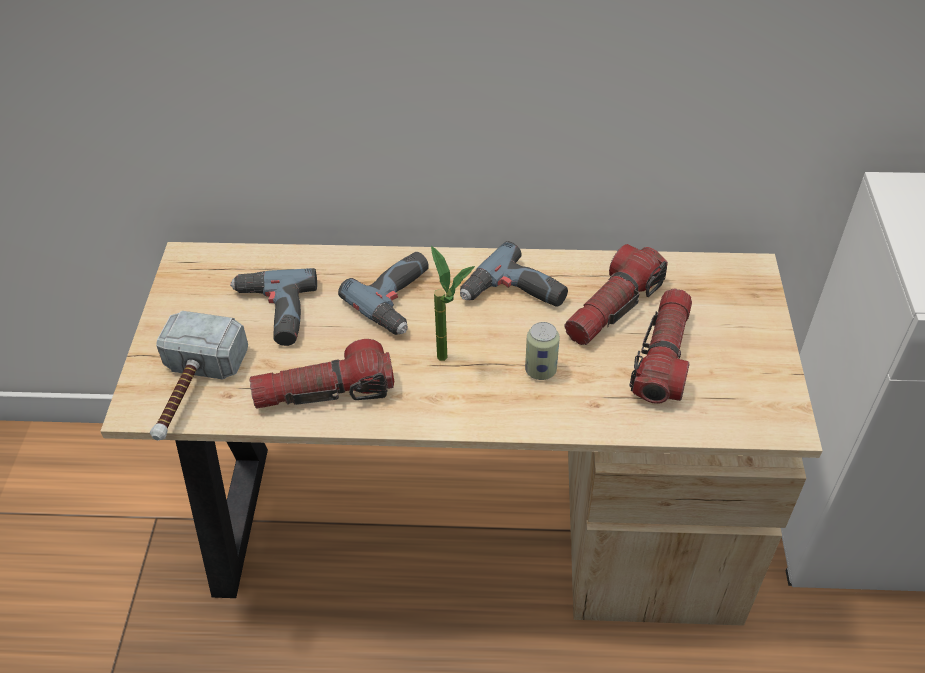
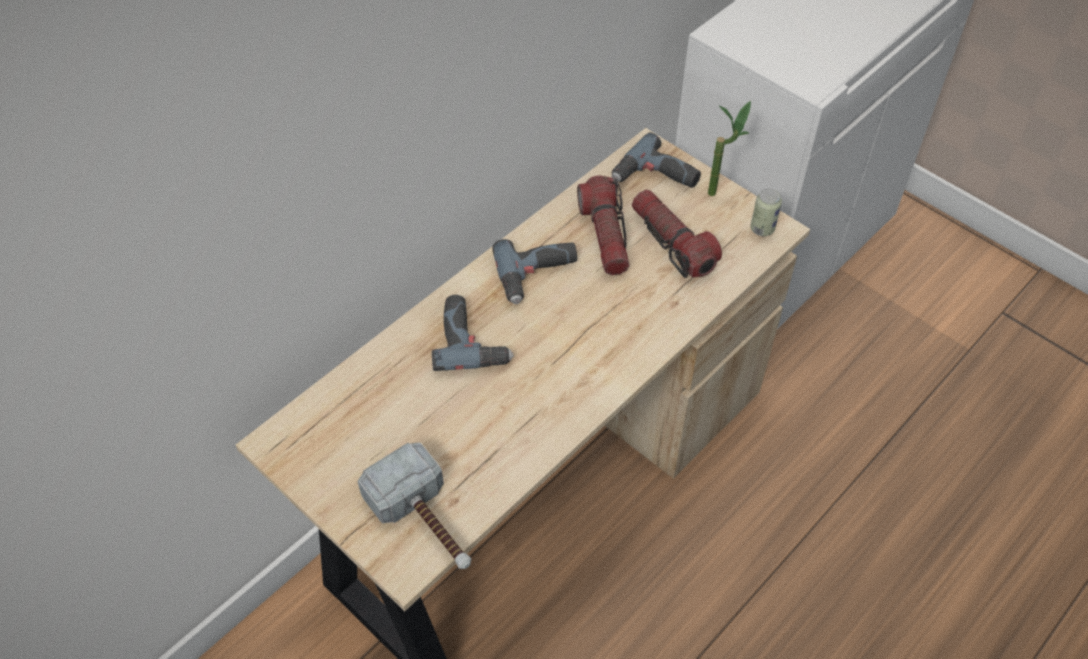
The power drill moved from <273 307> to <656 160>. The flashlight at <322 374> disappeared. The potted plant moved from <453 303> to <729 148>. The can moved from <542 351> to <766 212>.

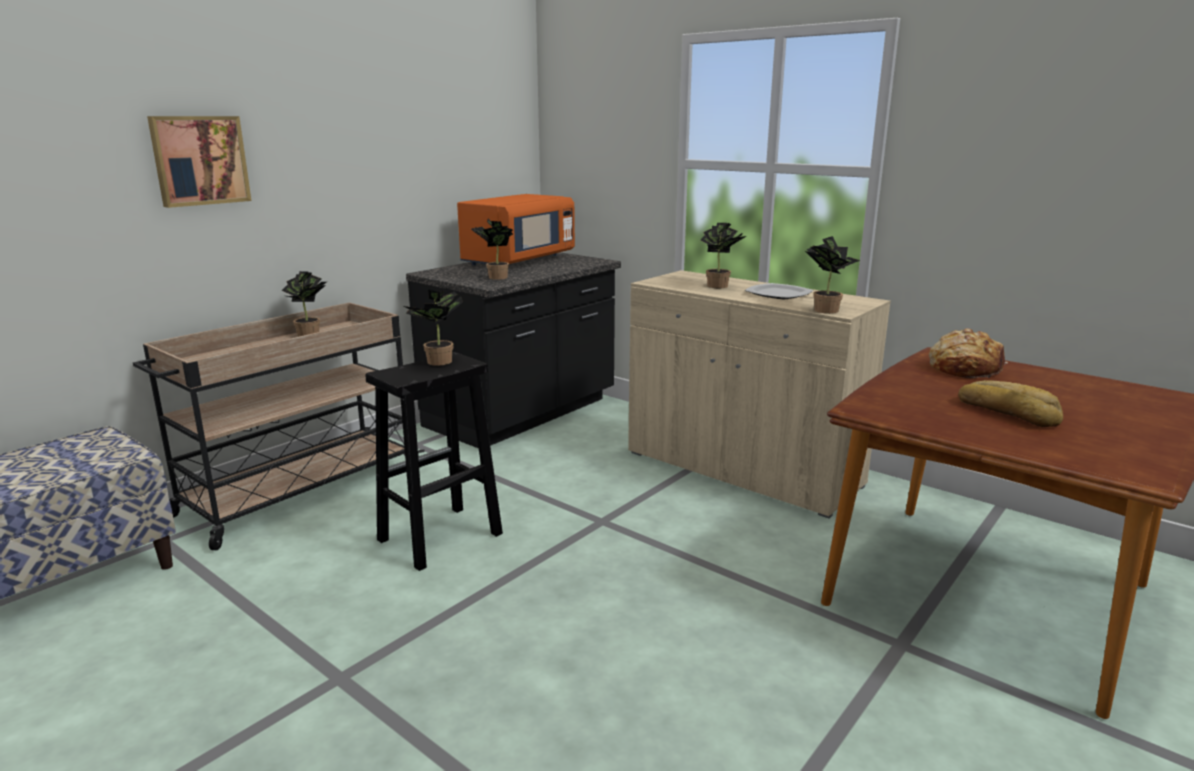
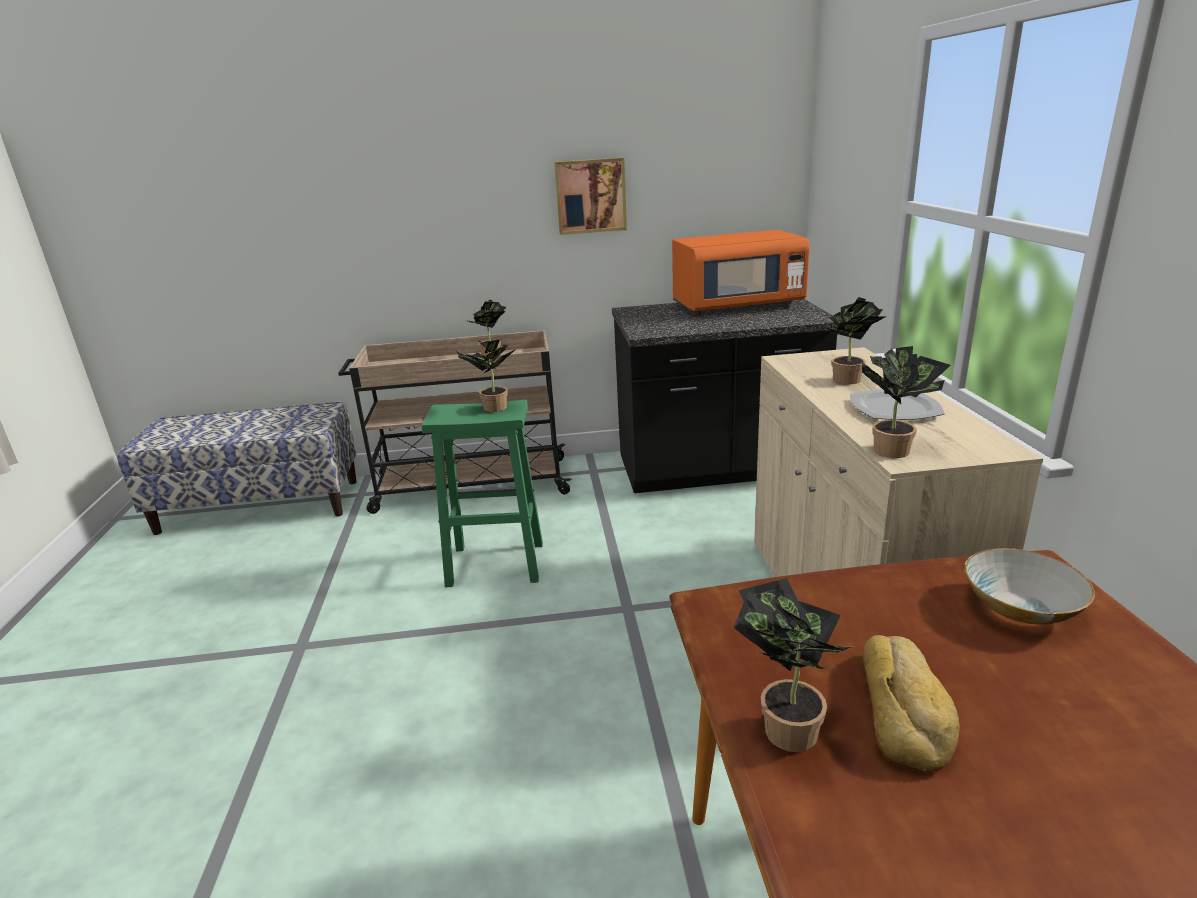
The picture moved from <199 162> to <590 196>. The black stool at <434 461> became the green stool at <482 493>. The potted plant moved from <492 249> to <792 665>. The bread at <968 353> was replaced by the bowl at <1029 586>.

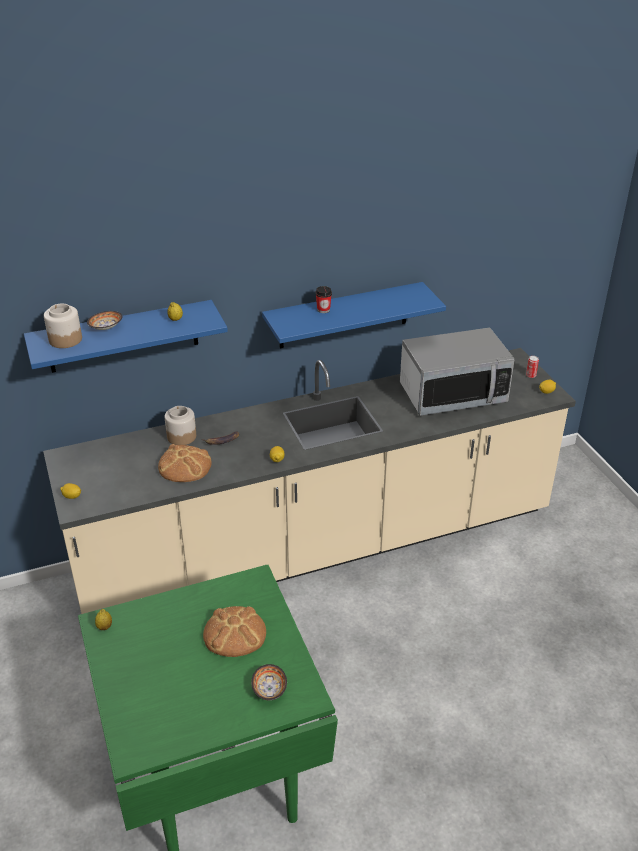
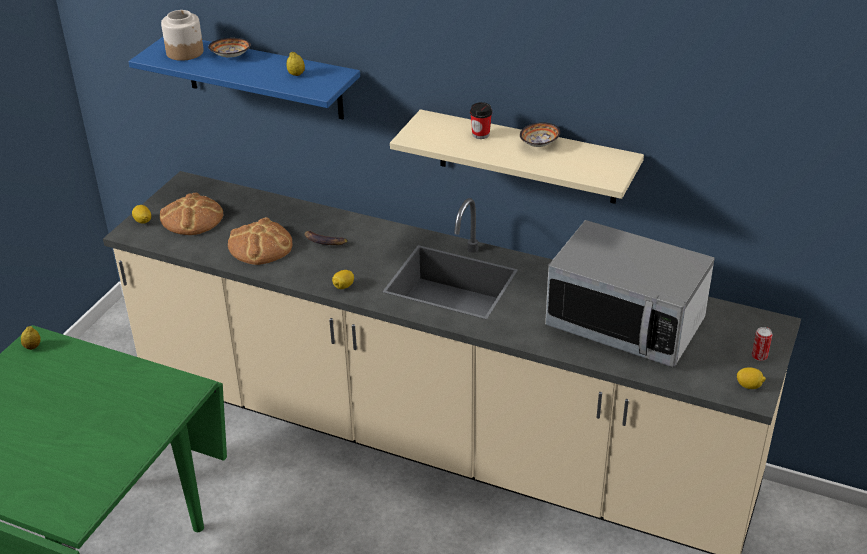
The jar at <180 425> disappeared. The bread moved from <234 631> to <192 213>. The bowl moved from <269 682> to <540 134>. The blue shelf at <354 315> became the beige shelf at <517 156>.

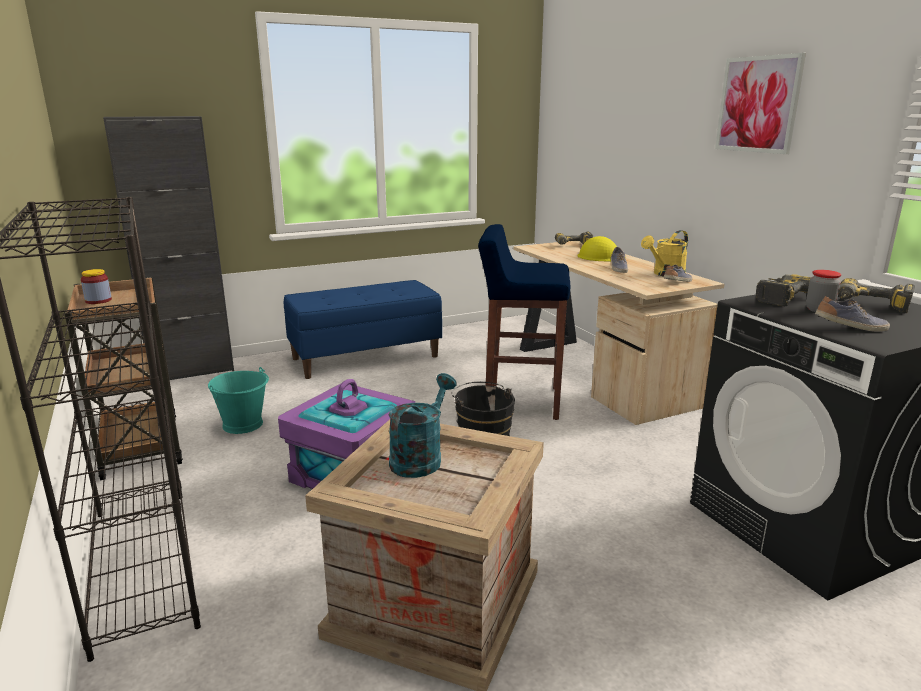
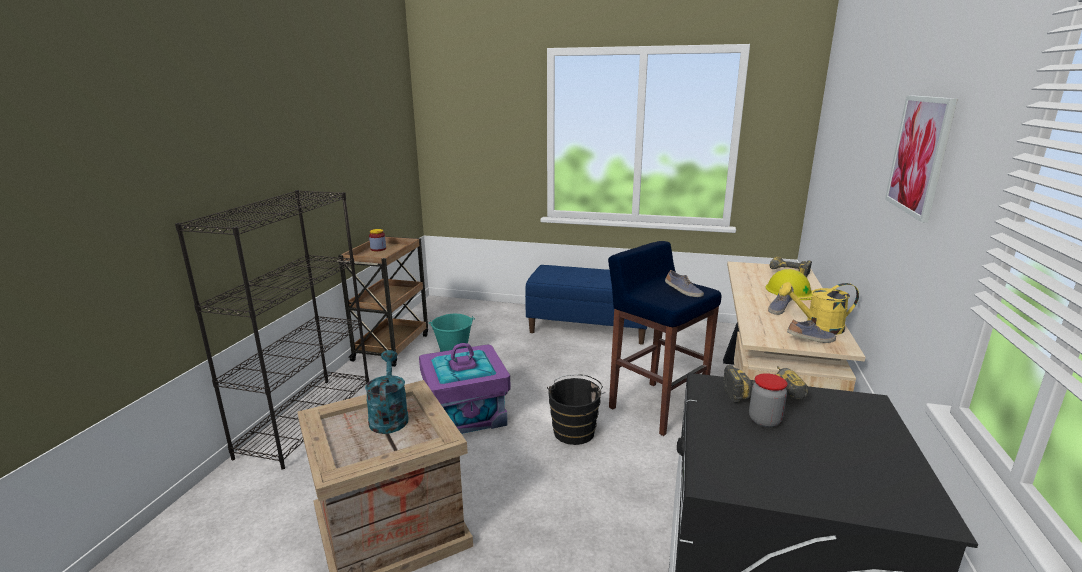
The black cabinet at <168 248> disappeared. The turquoise watering can at <423 425> turned 75 degrees counterclockwise. The shoe moved from <852 314> to <684 283>. The power drill at <877 295> disappeared.

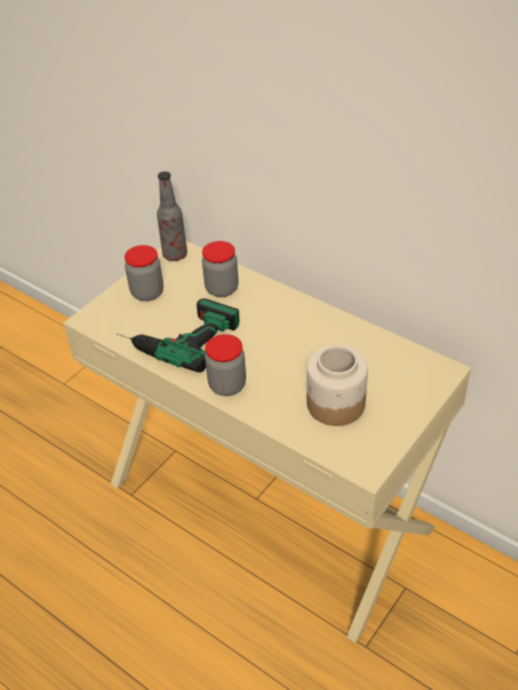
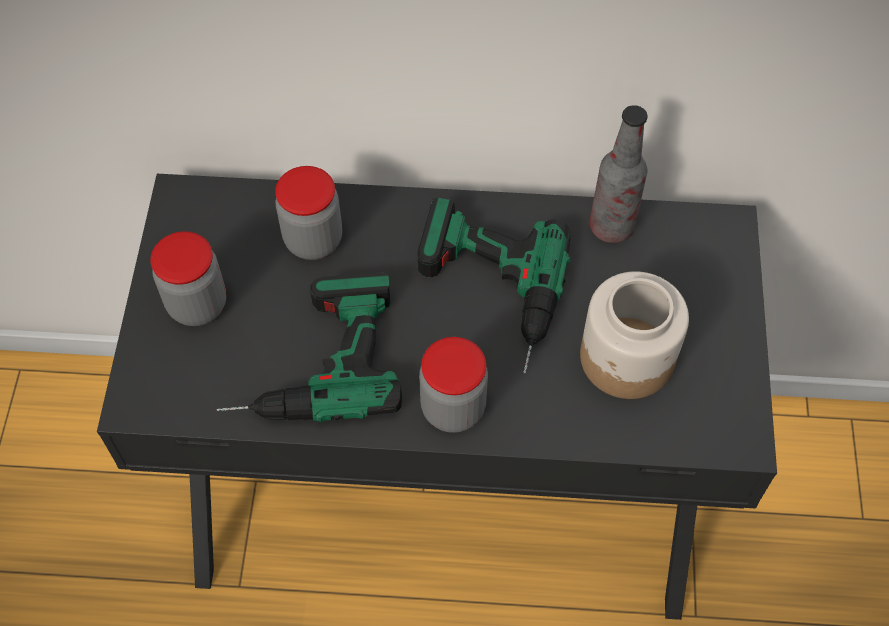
The beige desk at <267 442> became the black desk at <437 397>. The bottle moved from <172 216> to <619 174>. The power drill at <494 285> appeared.

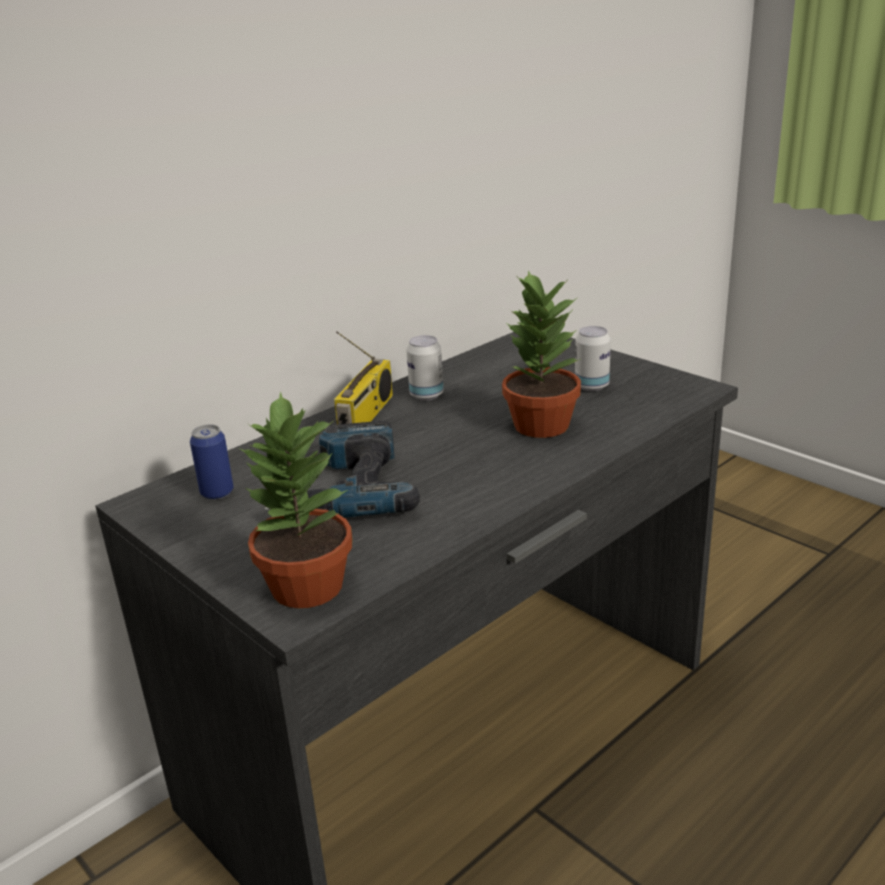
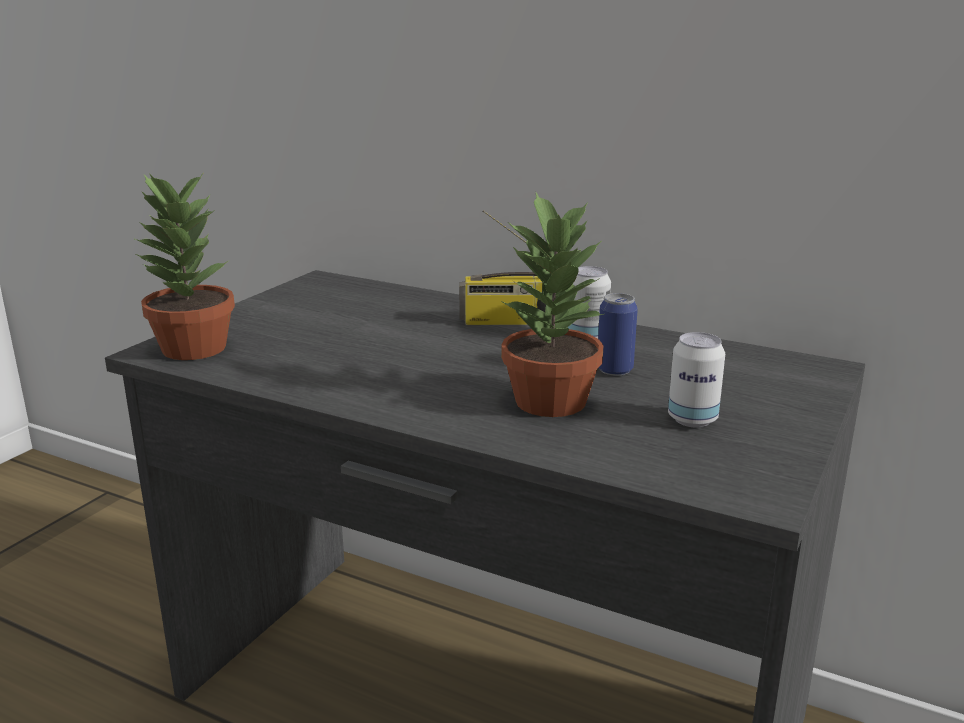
The can moved from <212 462> to <618 334>. The power drill at <342 469> disappeared.

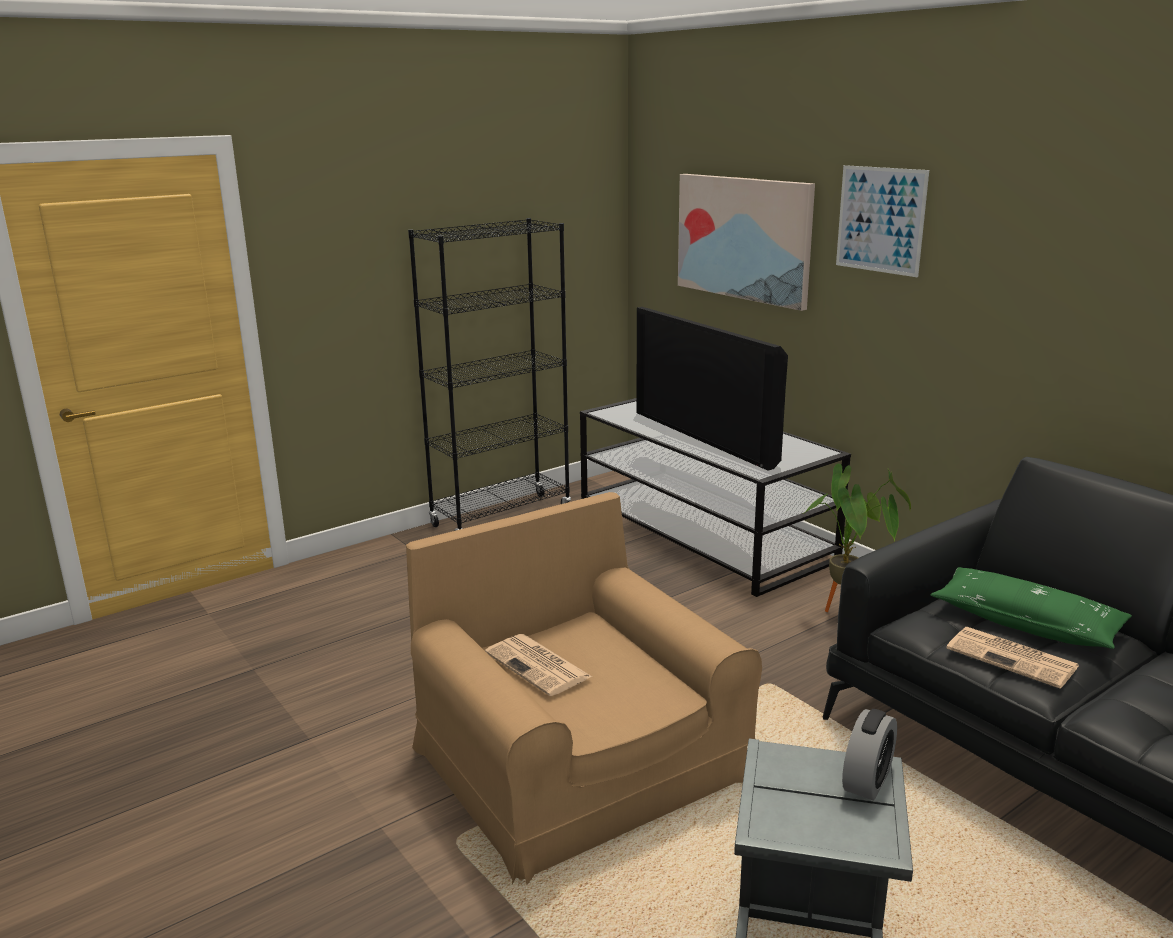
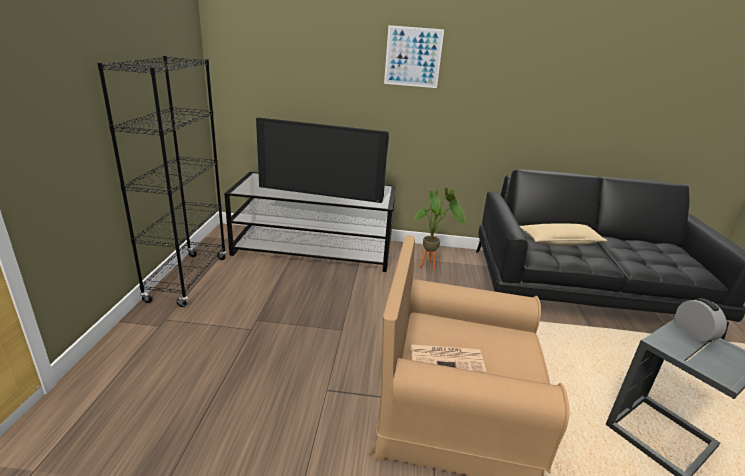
The picture at <746 242> disappeared. The green pillow at <1031 608> became the beige pillow at <563 234>. The newspaper at <1012 658> disappeared.

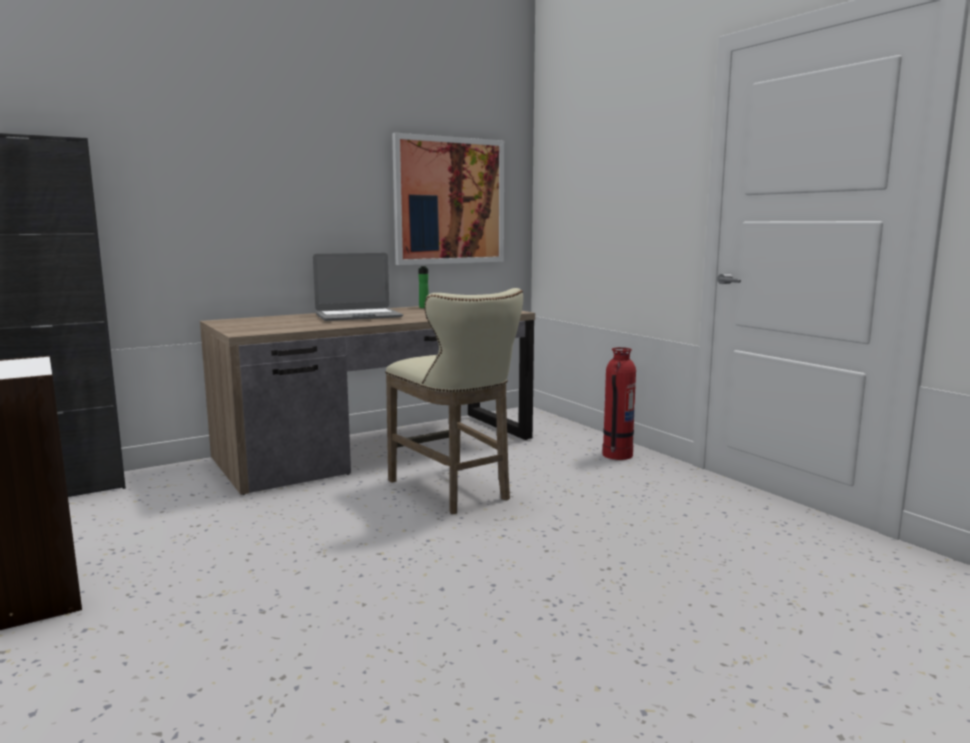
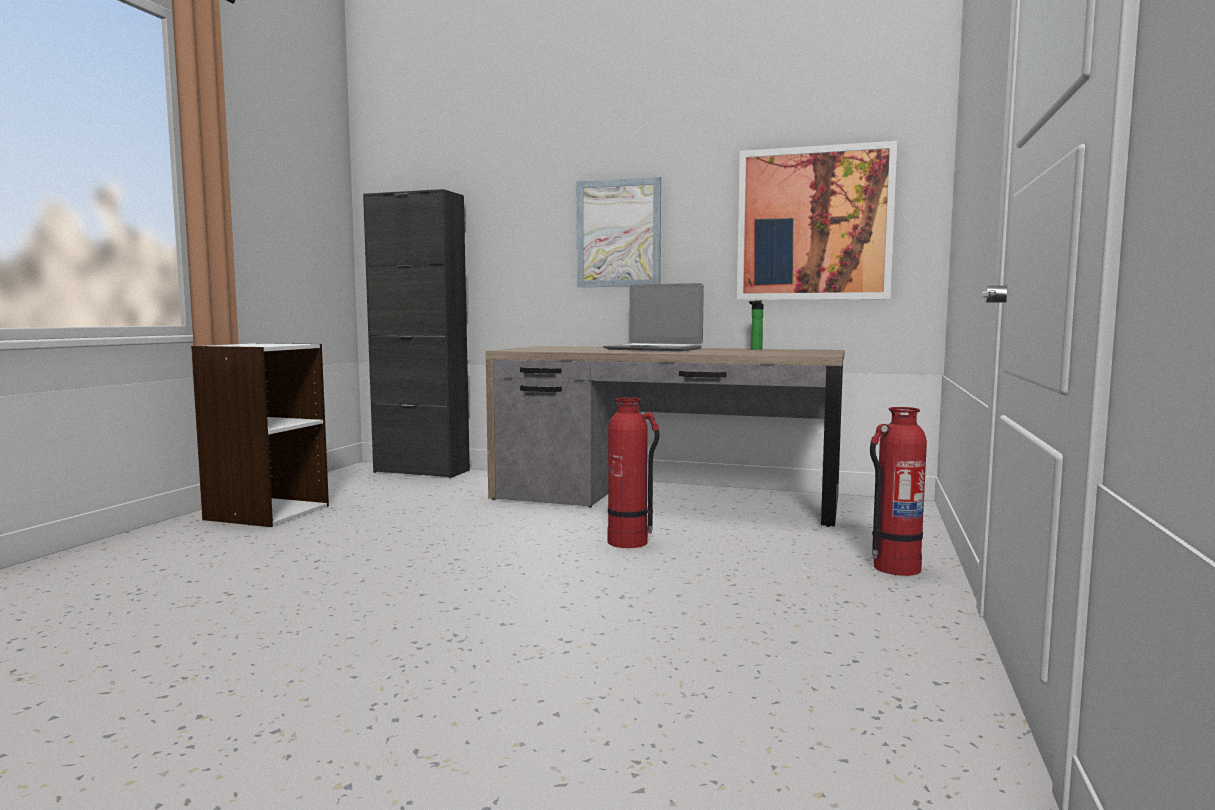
The beige stool at <454 401> was replaced by the fire extinguisher at <633 472>. The picture at <619 232> appeared.

